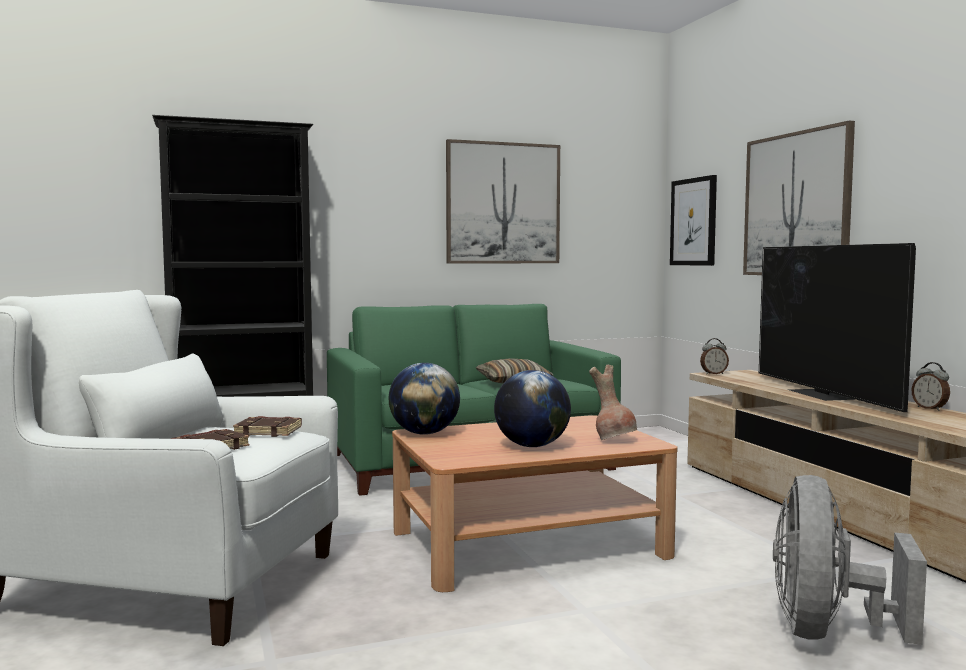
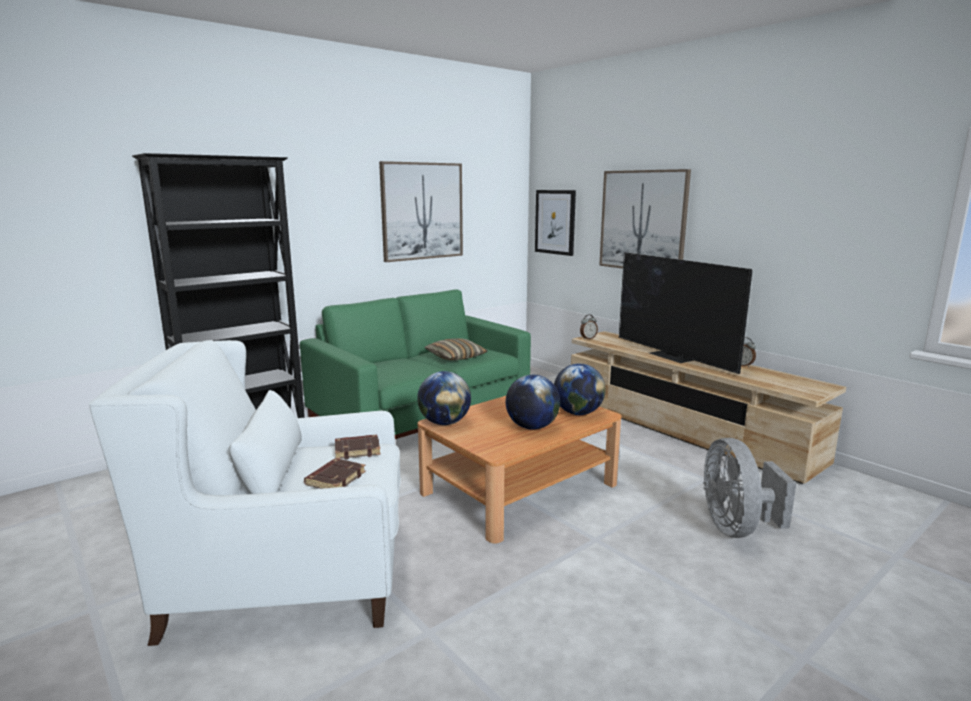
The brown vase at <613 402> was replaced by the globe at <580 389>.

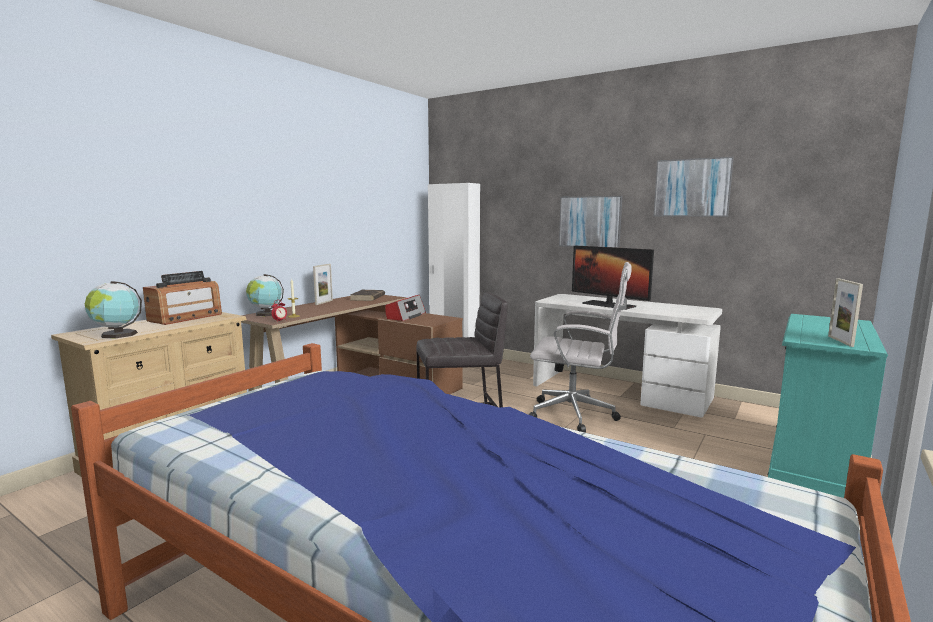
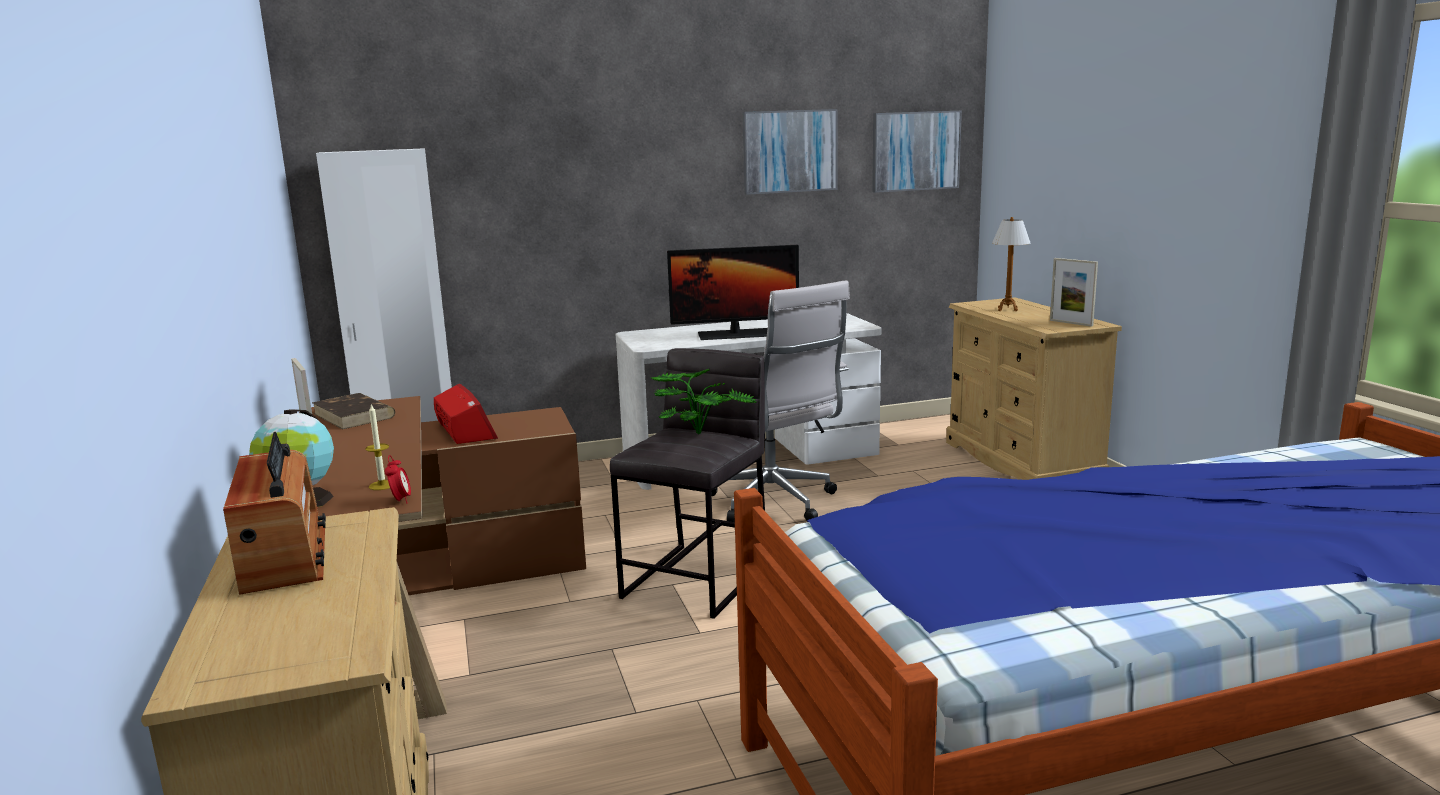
The globe at <113 309> disappeared. The white office chair at <580 347> turned 90 degrees clockwise. The picture moved from <590 222> to <917 152>. The turquoise dresser at <828 406> became the beige dresser at <1034 388>. The potted plant at <703 401> appeared. The table lamp at <1011 264> appeared.

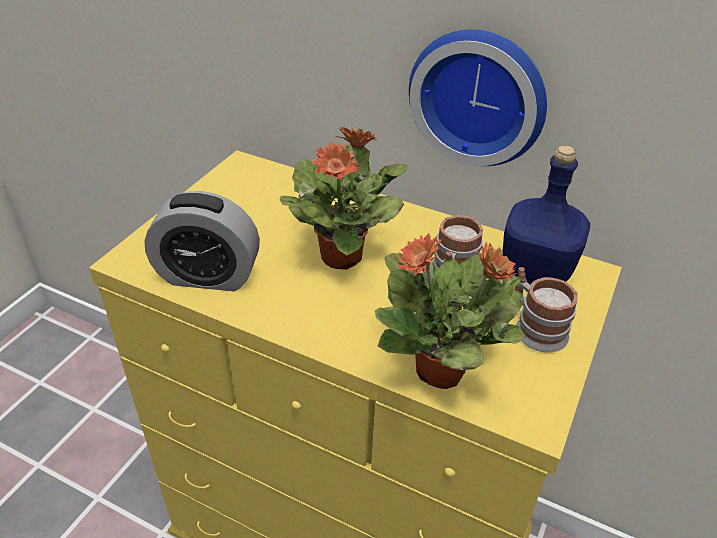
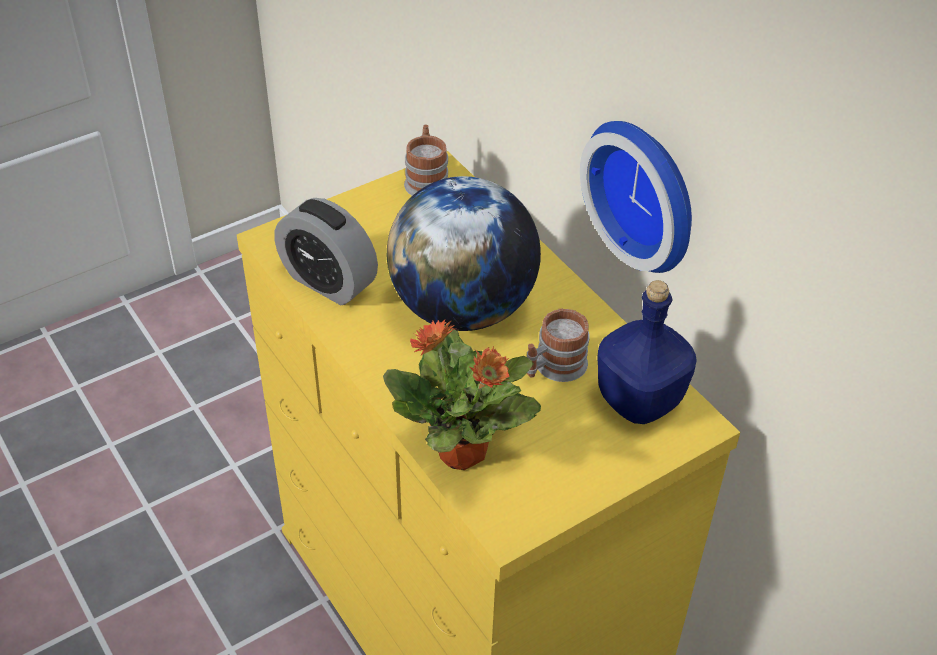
The potted plant at <343 198> was replaced by the globe at <464 253>. The mug moved from <546 310> to <426 160>.

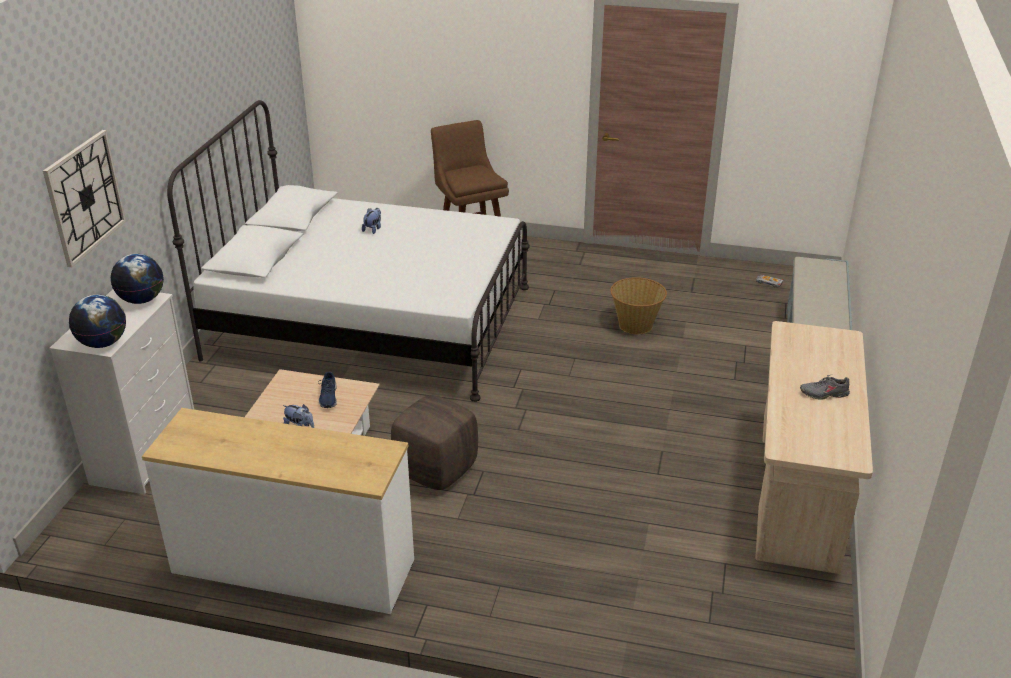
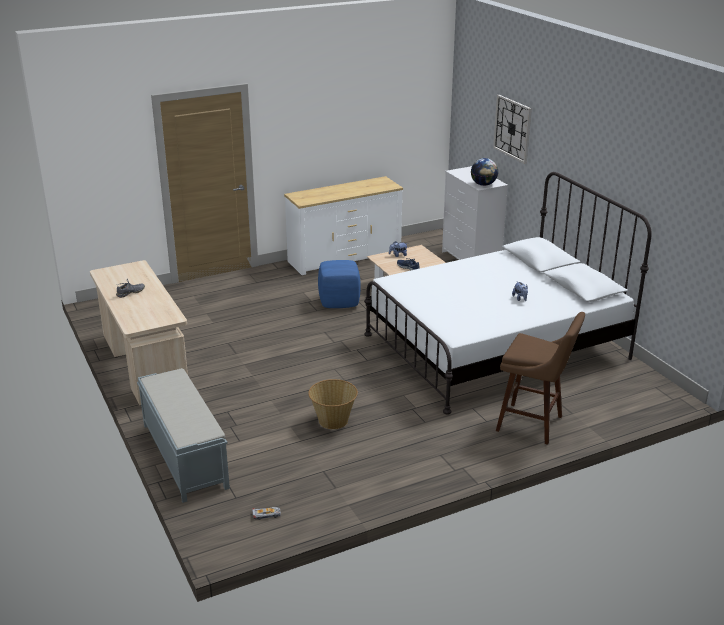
The globe at <97 321> disappeared. The brown ottoman at <434 442> became the blue ottoman at <339 284>.

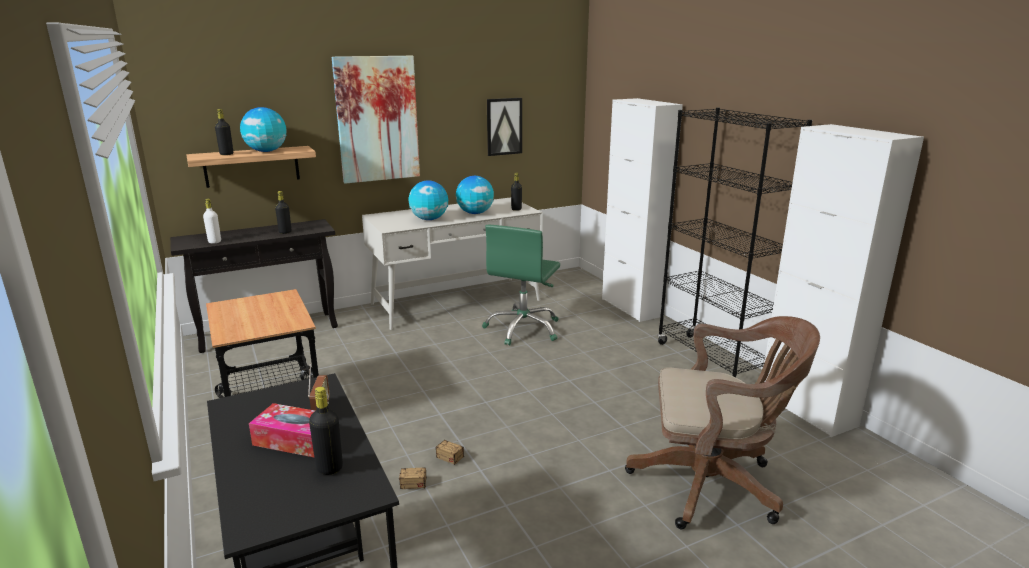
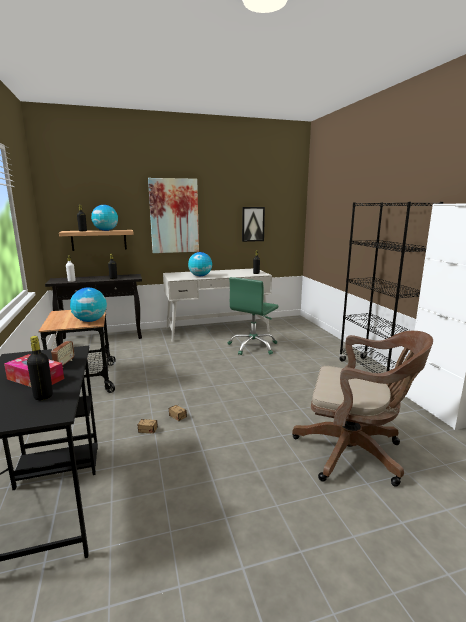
The globe moved from <475 195> to <88 305>. The white cabinet at <642 210> disappeared.

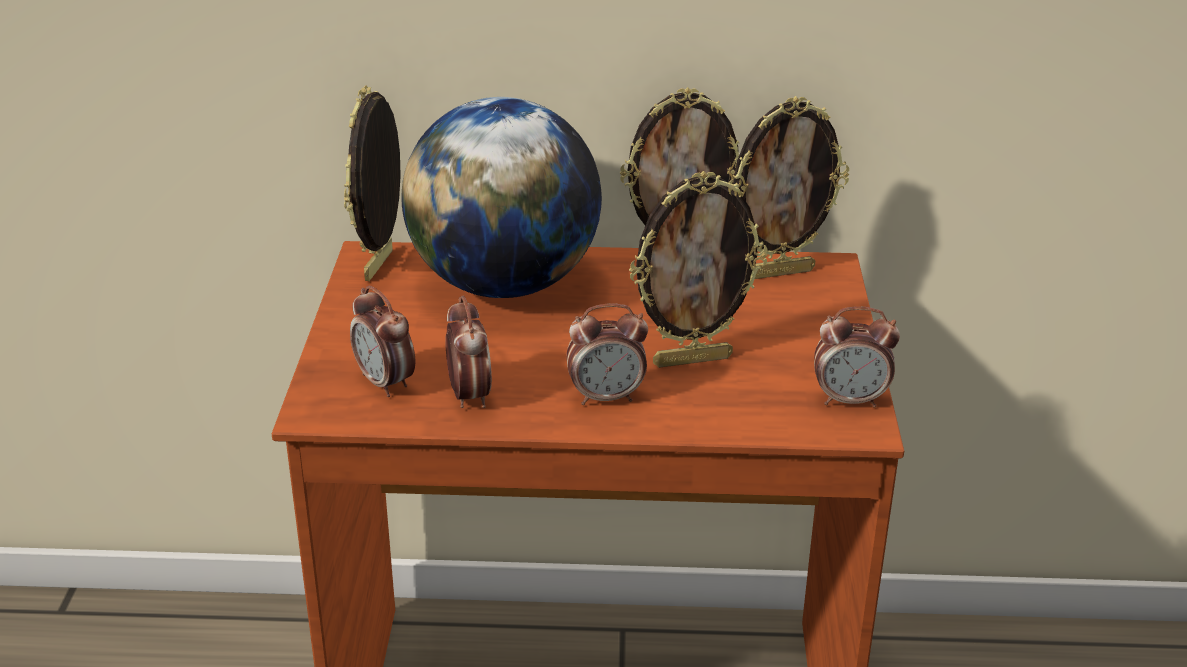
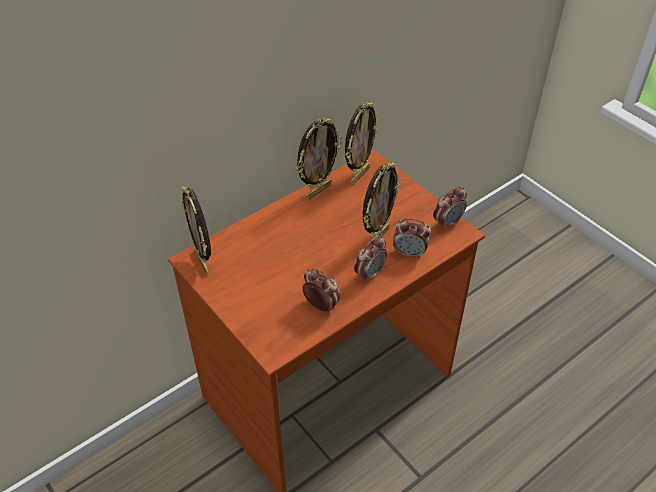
The alarm clock moved from <382 341> to <412 238>. The globe at <502 197> disappeared.

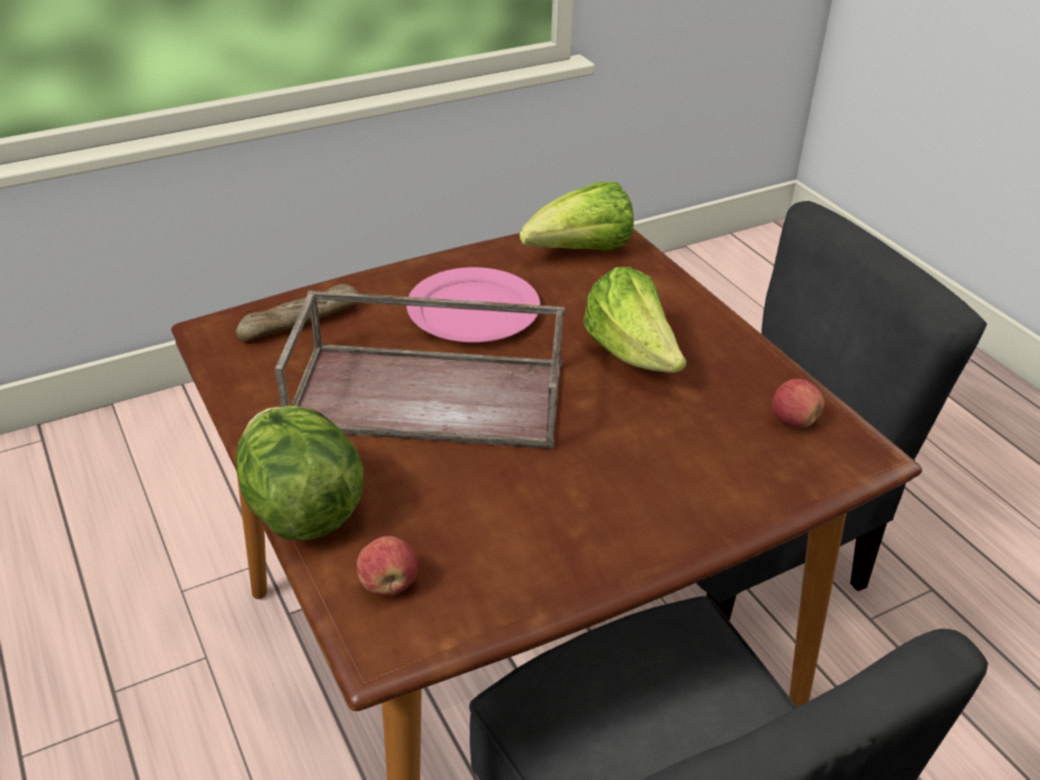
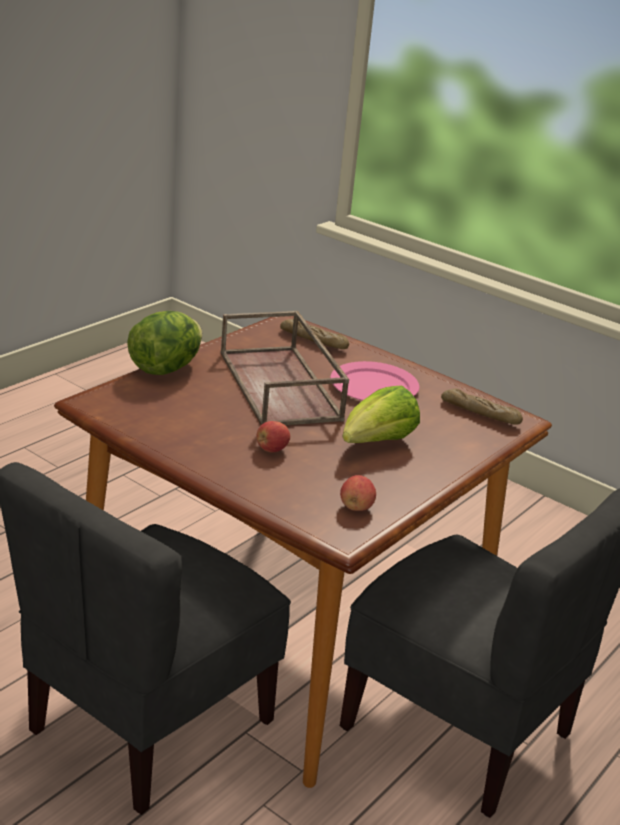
The apple moved from <387 566> to <273 436>. The lettuce at <576 216> was replaced by the bread at <482 406>.

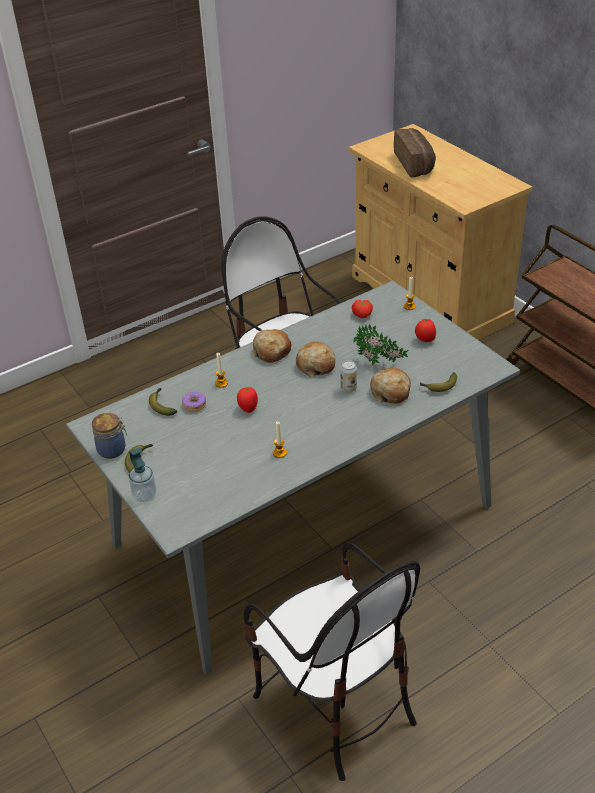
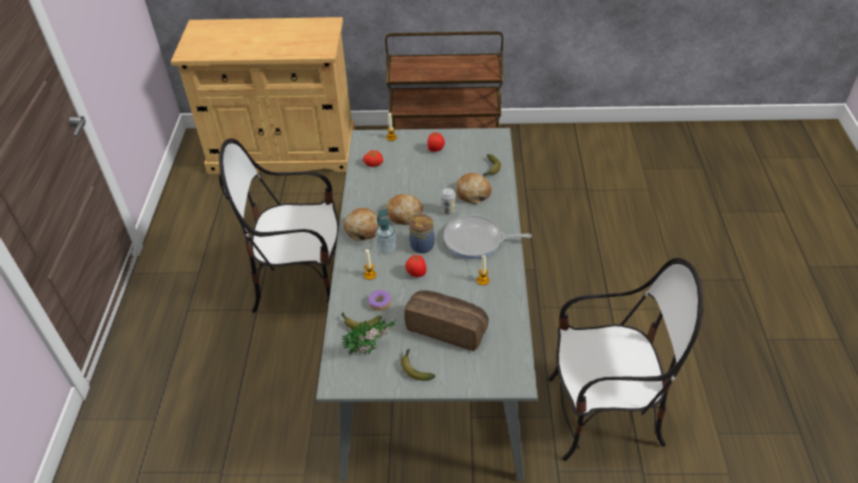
The jar moved from <109 436> to <422 233>. The soap dispenser moved from <142 475> to <385 231>. The potted plant moved from <380 344> to <369 337>. The bread moved from <415 152> to <446 320>. The frying pan at <488 237> appeared.

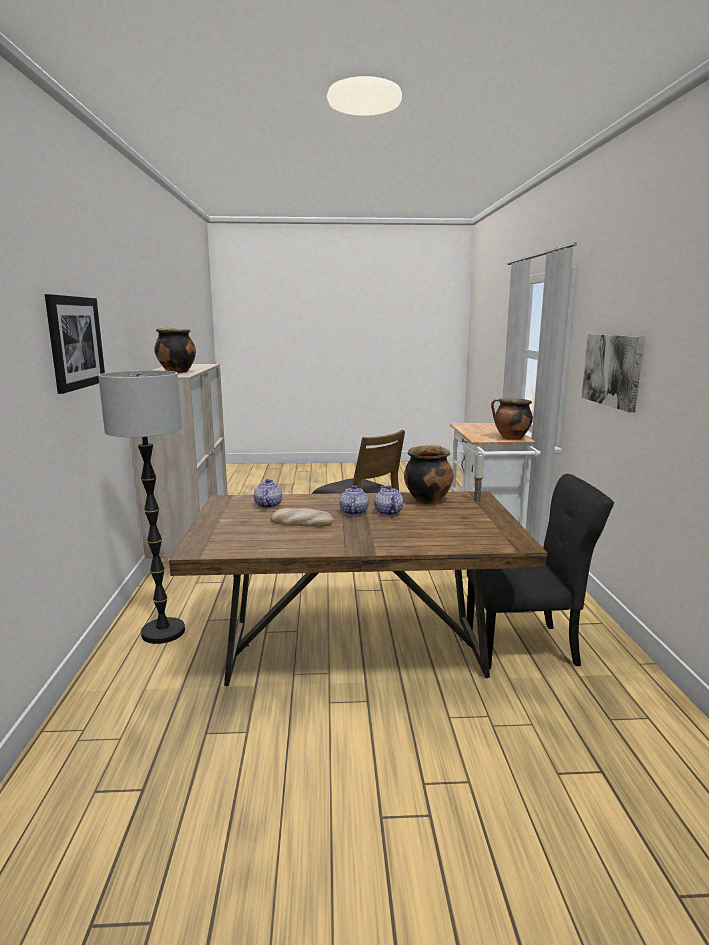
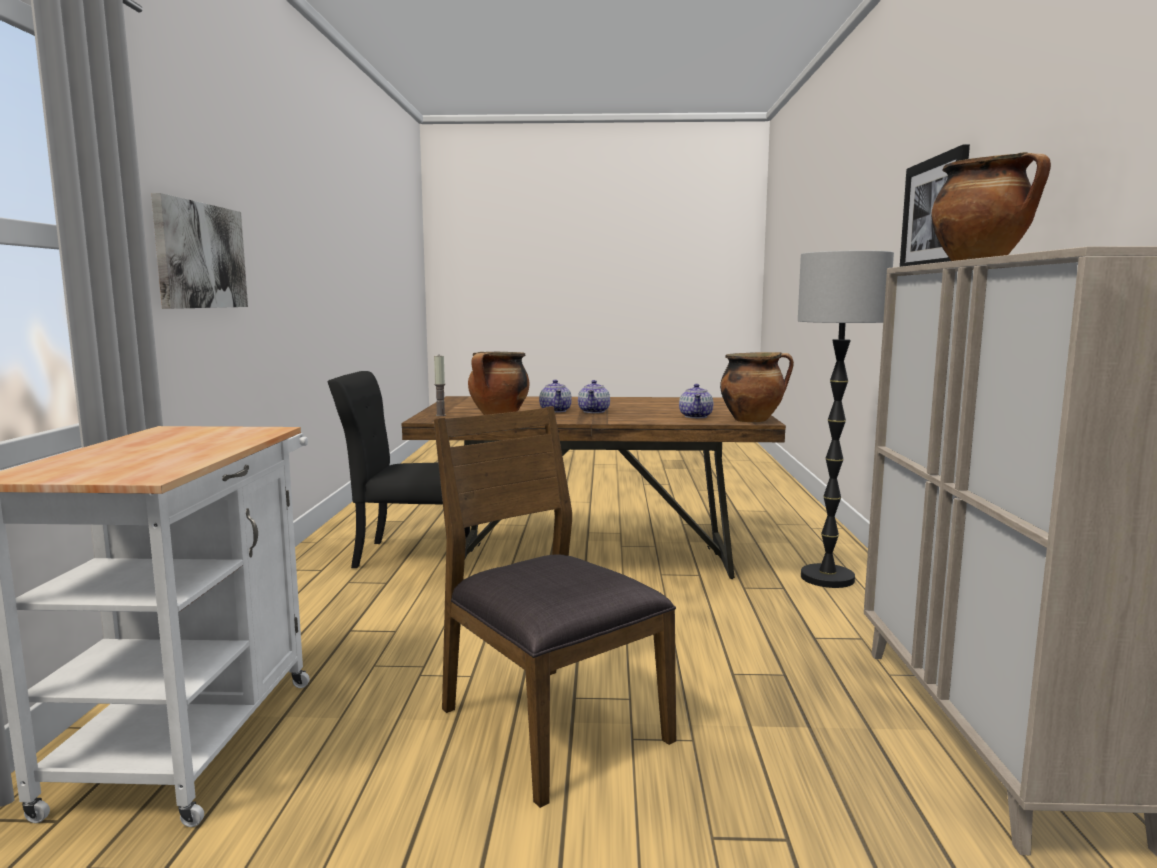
The bread at <301 517> disappeared. The cooking pot moved from <512 419> to <757 387>.

